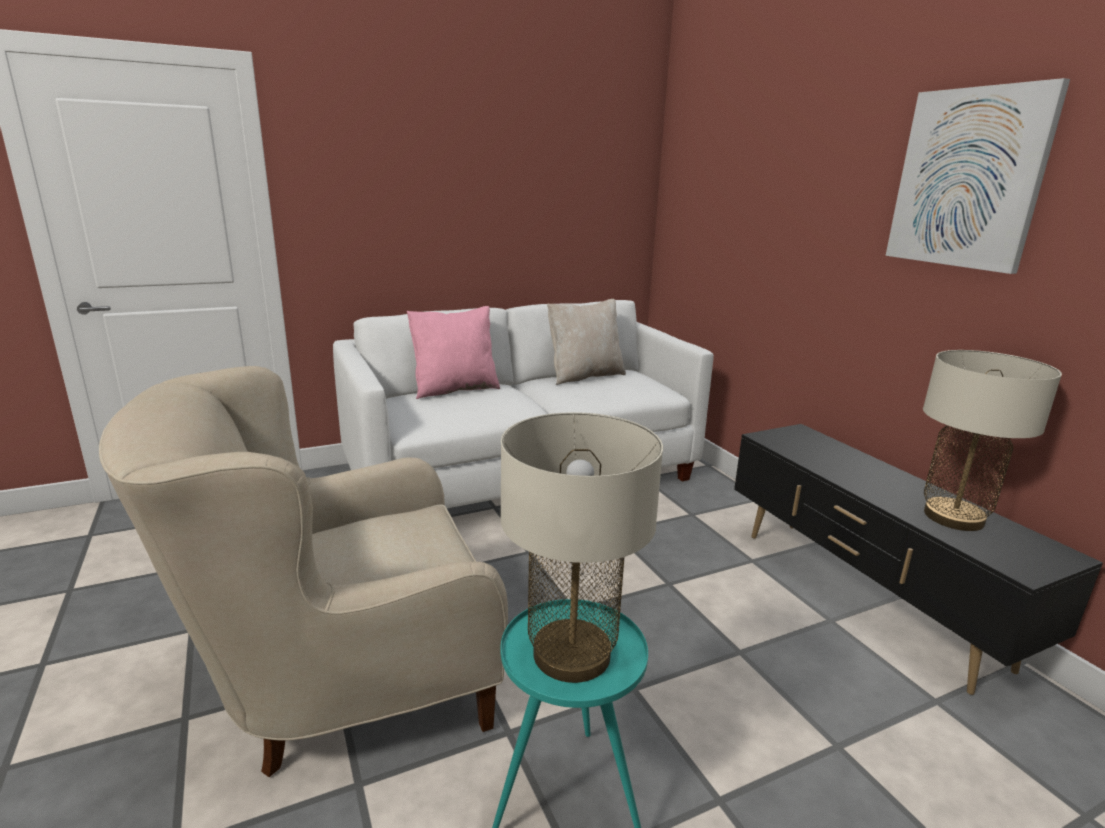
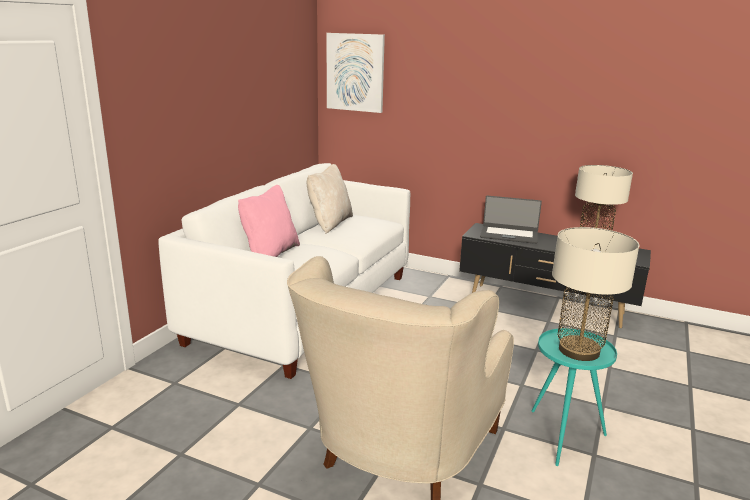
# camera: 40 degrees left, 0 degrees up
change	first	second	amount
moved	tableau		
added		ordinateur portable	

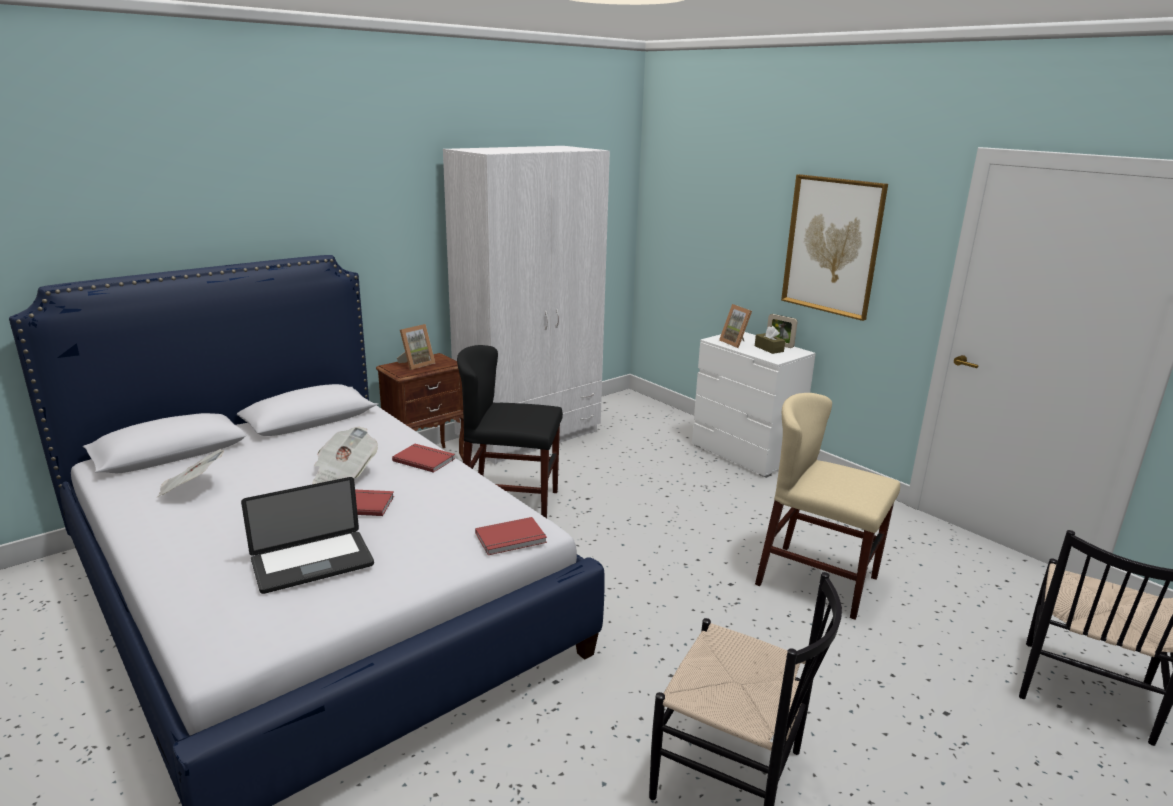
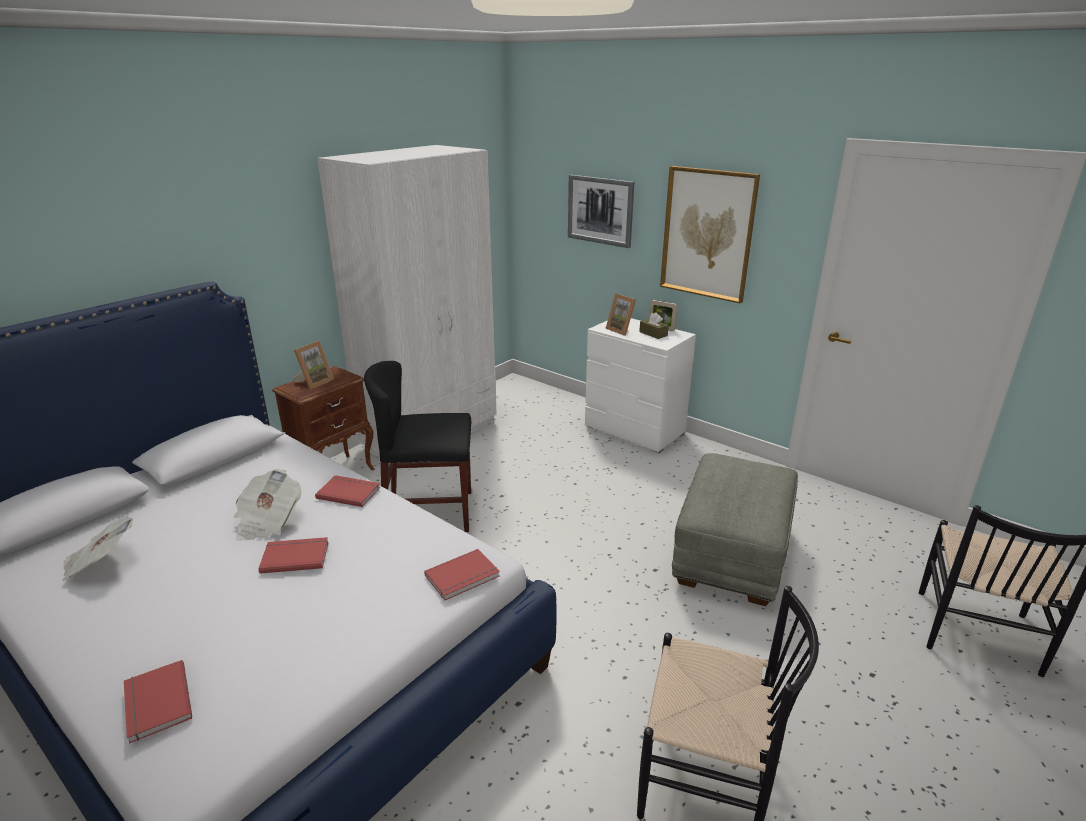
# camera: 10 degrees left, 5 degrees up
change	first	second	amount
removed	ordinateur portable		
replaced	chaise (beige)	pouf (gris)	
added		livre (rouge) (1st from left)	
added		tableau (1st from left)	

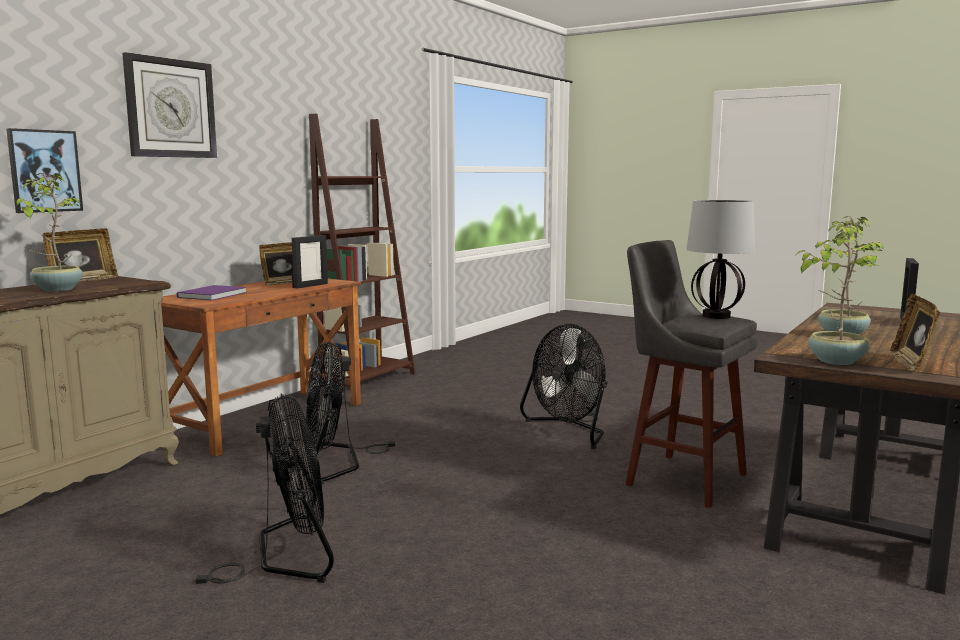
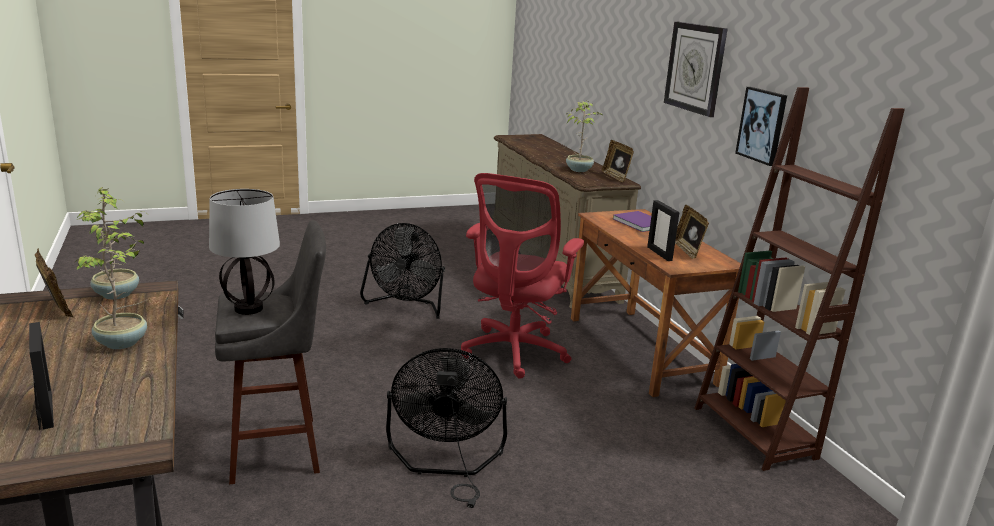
# camera: 125 degrees right, 10 degrees up
change	first	second	amount
moved	tableau		
replaced	ventilateur (noir) (2nd from left)	chaise de bureau (rouge)	

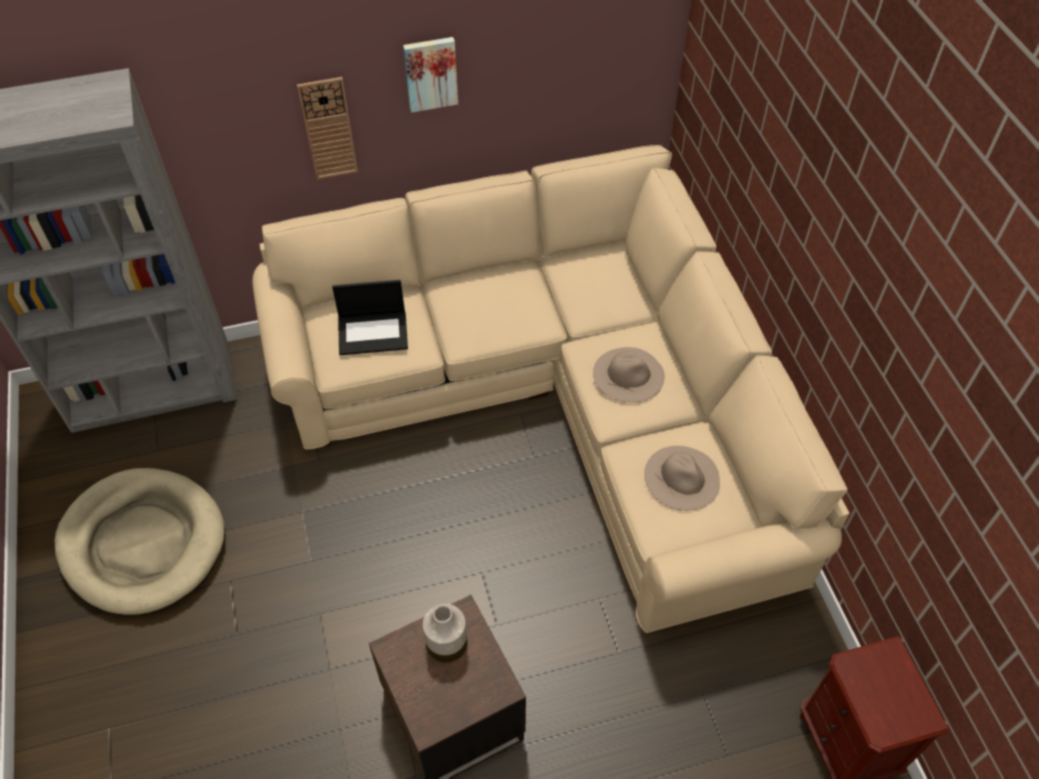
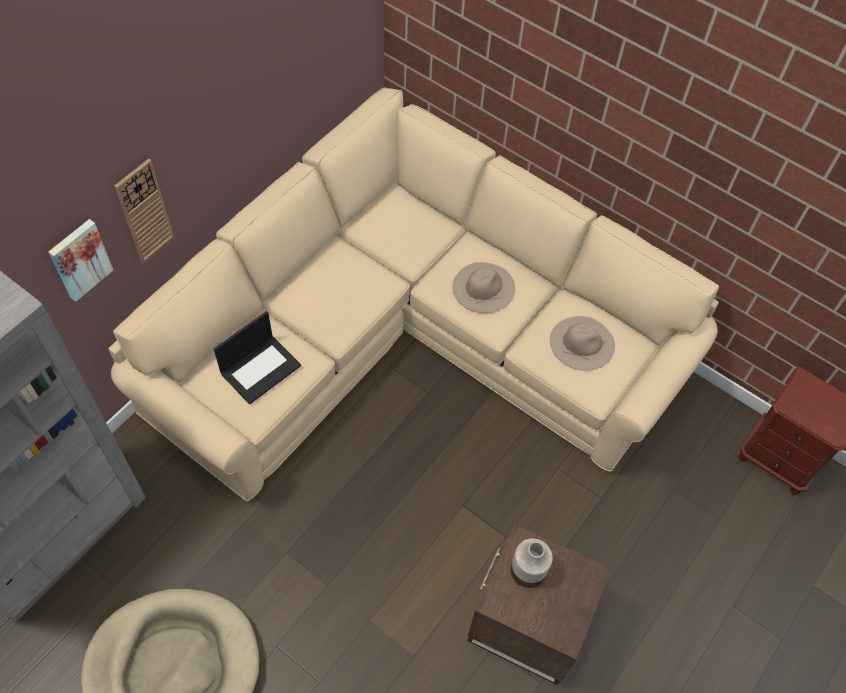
# camera: 40 degrees left, 5 degrees up
change	first	second	amount
moved	tableau		

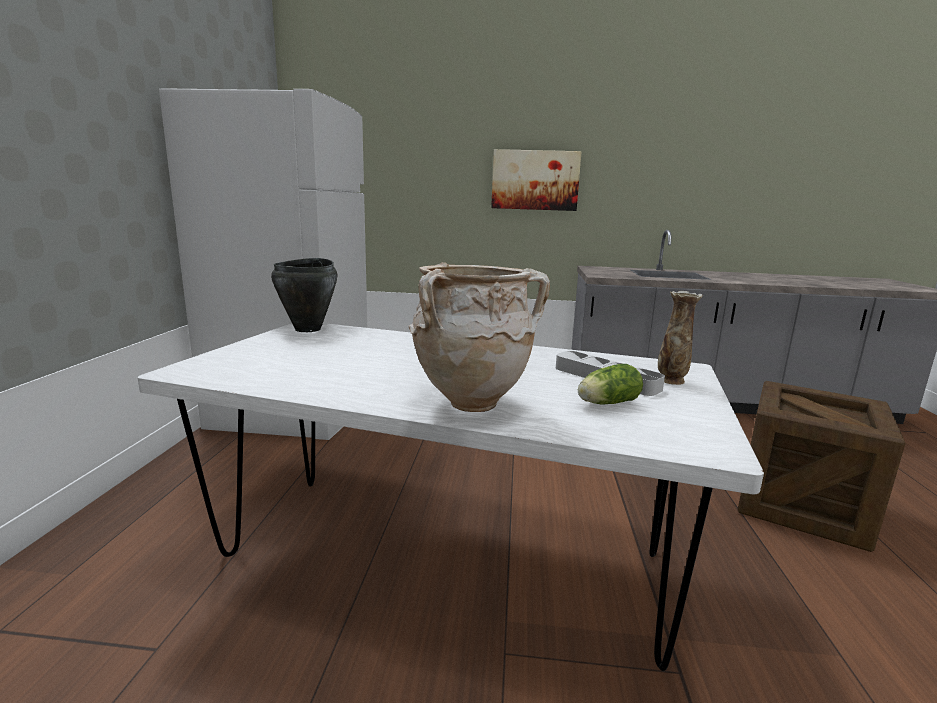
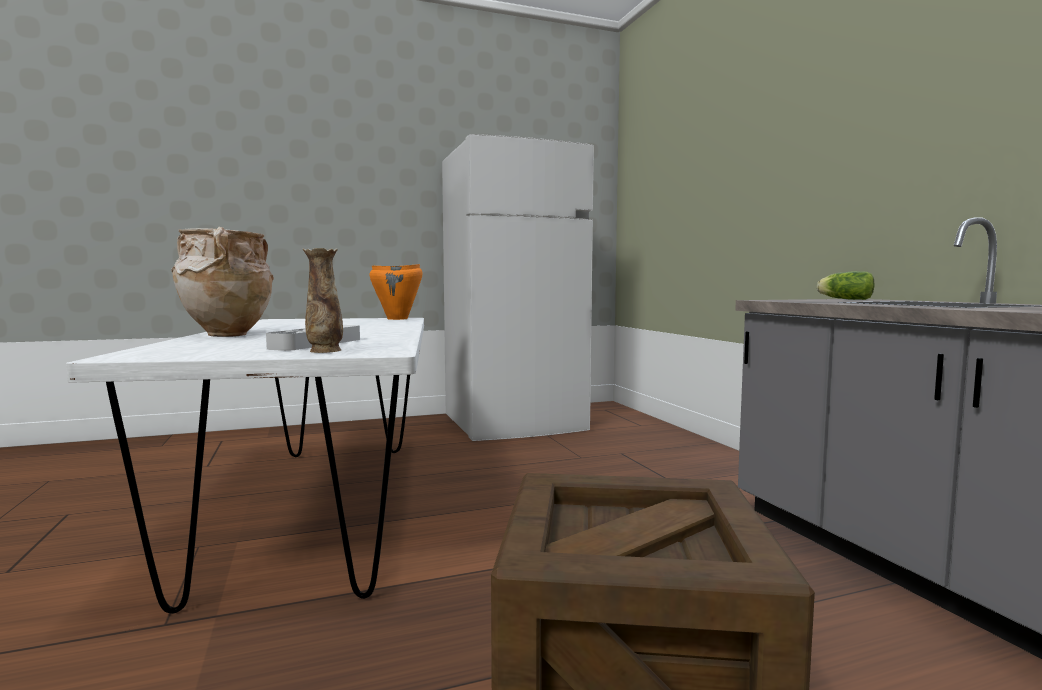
# camera: 65 degrees right, 10 degrees down
change	first	second	amount
recoloured	marmite (noir)	marmite (orange)	
removed	tableau		
moved	laitue		

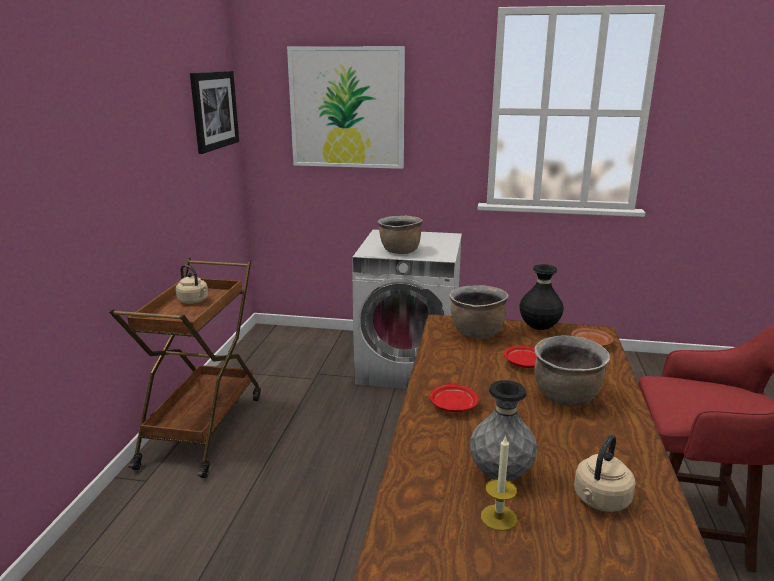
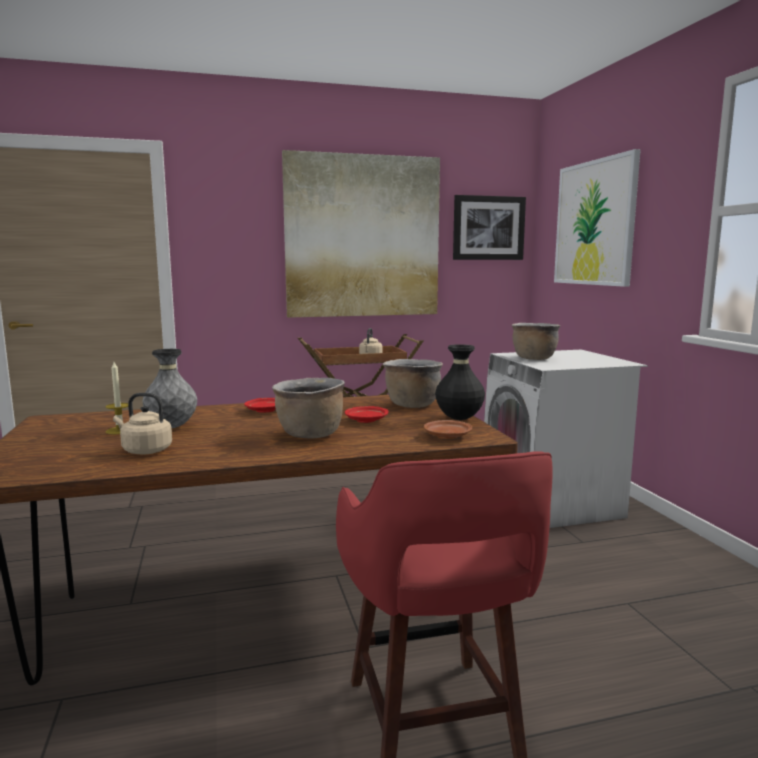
# camera: 65 degrees right, 10 degrees down
change	first	second	amount
added		tableau (1st from left)	

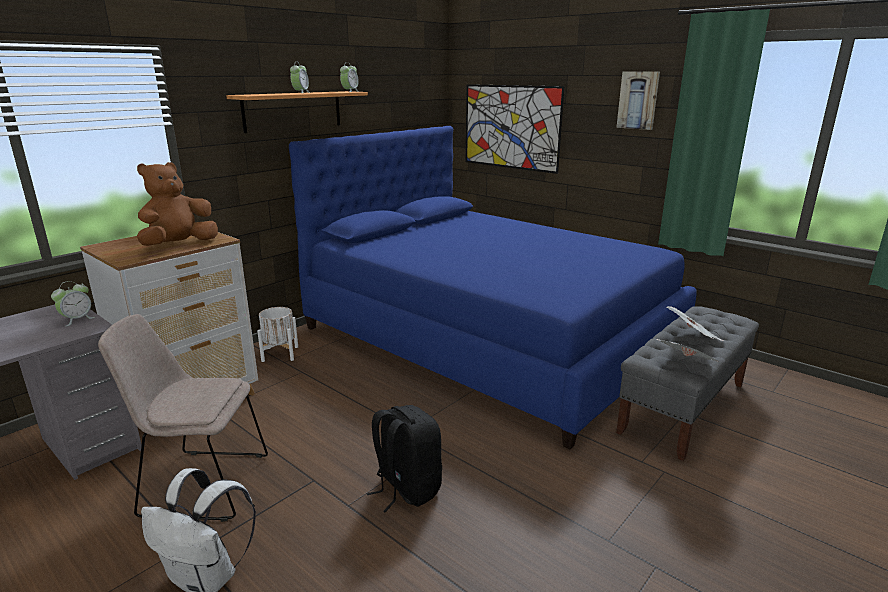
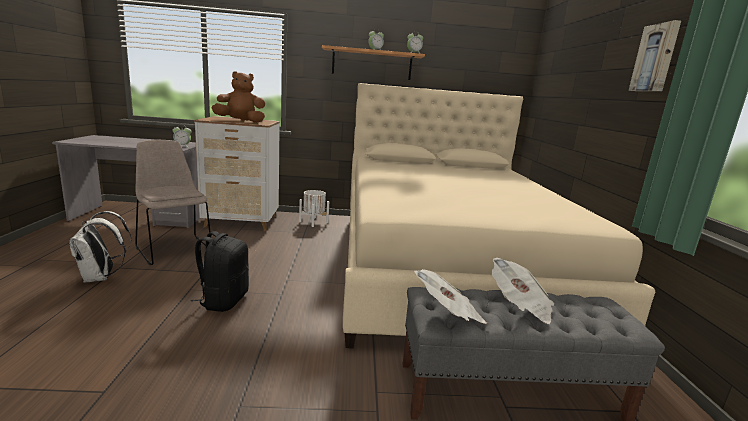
# camera: 45 degrees right, 5 degrees down
change	first	second	amount
recoloured	lit (bleu)	lit (beige)	
removed	tableau (1st from left)		

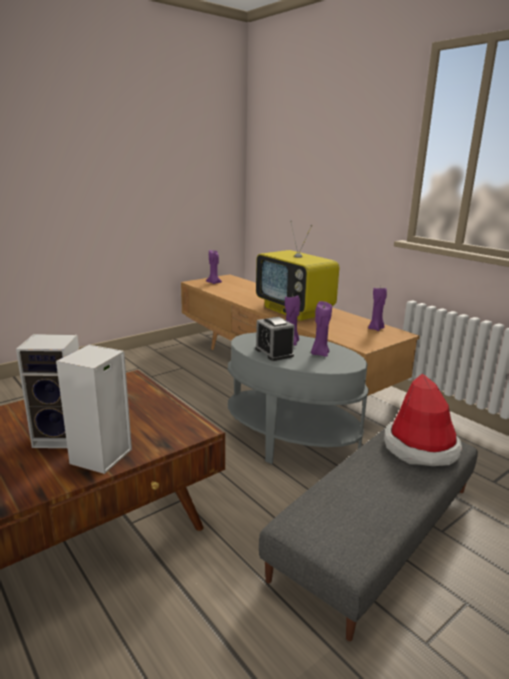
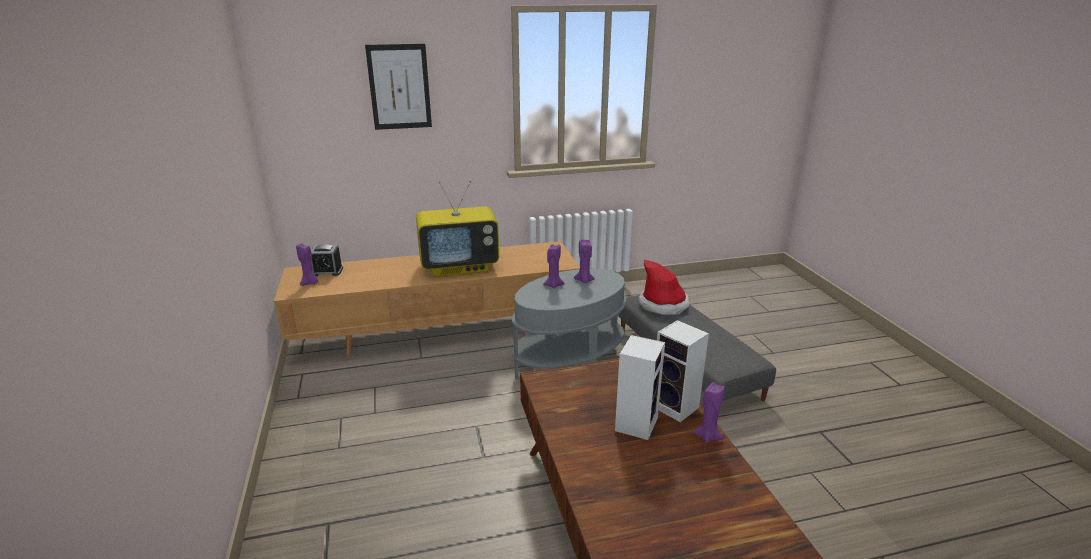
# camera: 65 degrees left, 5 degrees up
change	first	second	amount
moved	réveil		
moved	bougie (violet) (4th from left)		
added		tableau	

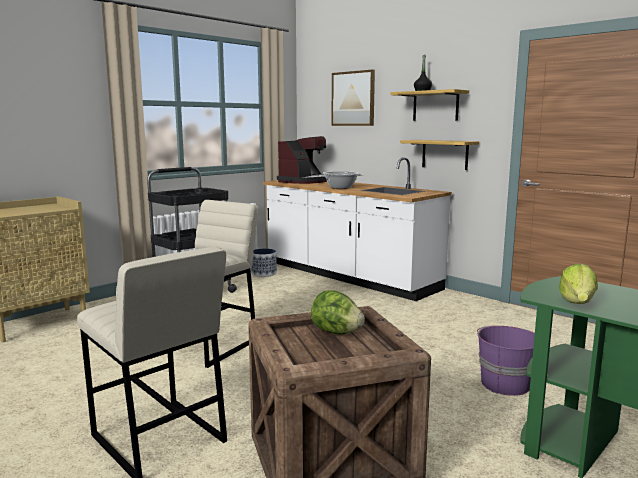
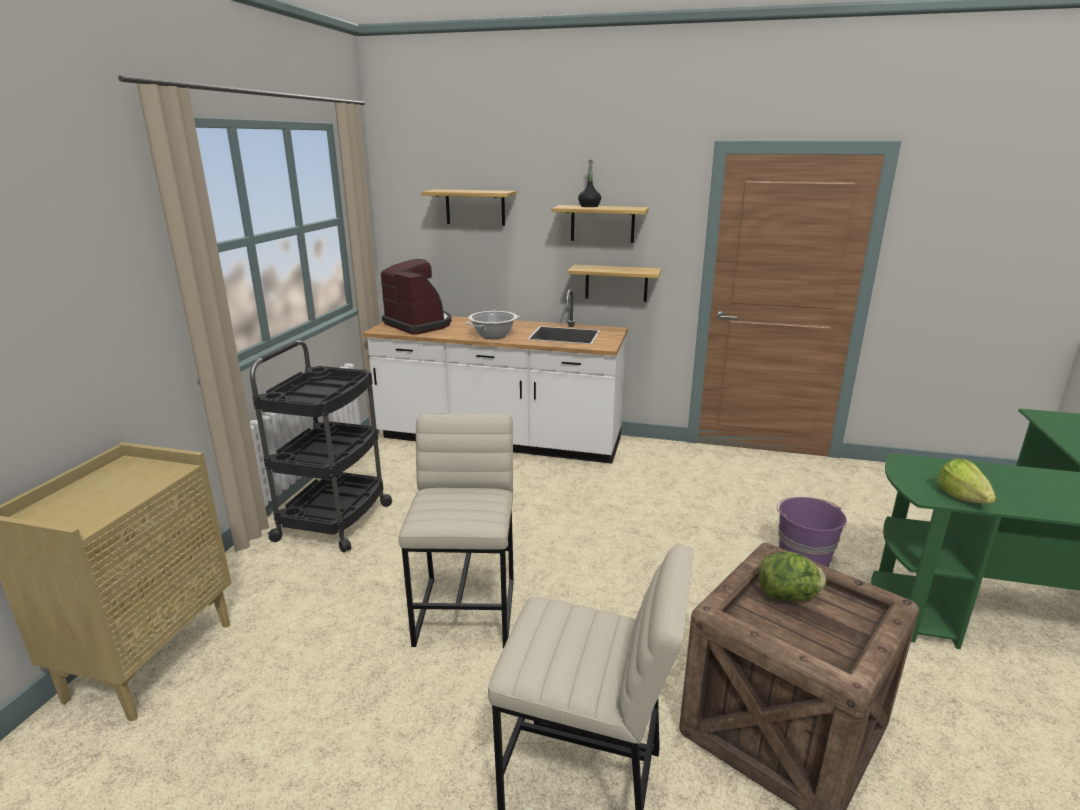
# camera: 30 degrees left, 10 degrees up
change	first	second	amount
removed	cache-pot		
turned	machine à café		45 degrees counterclockwise
replaced	tableau	étagère (1st from left)	

